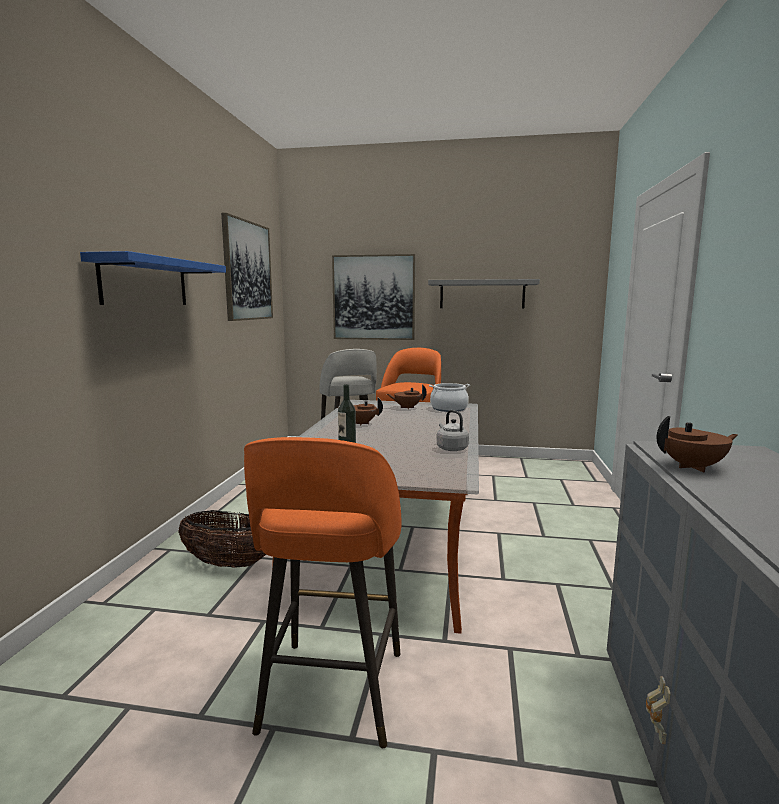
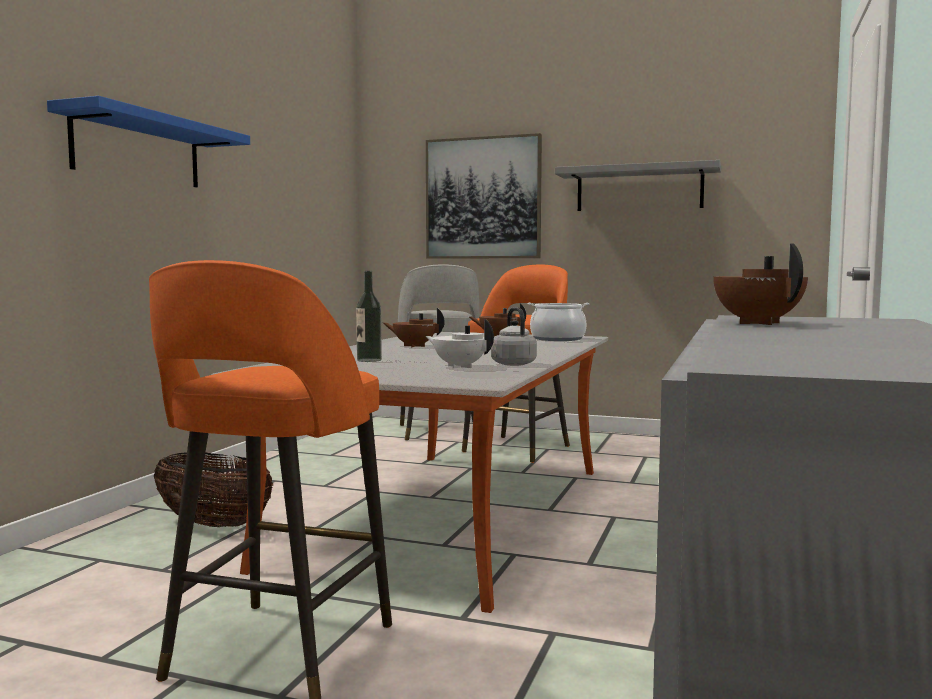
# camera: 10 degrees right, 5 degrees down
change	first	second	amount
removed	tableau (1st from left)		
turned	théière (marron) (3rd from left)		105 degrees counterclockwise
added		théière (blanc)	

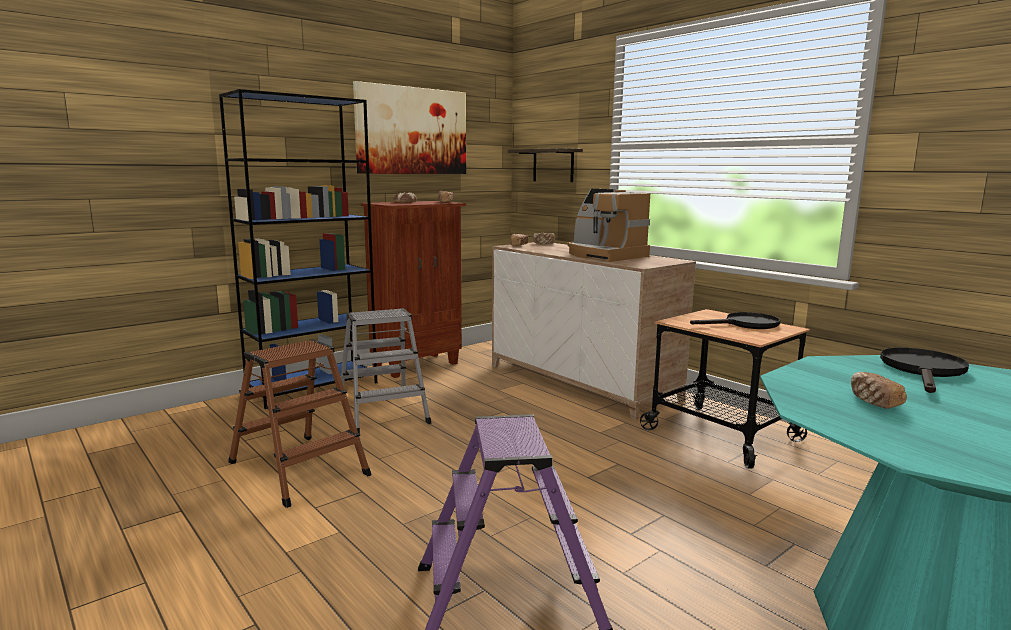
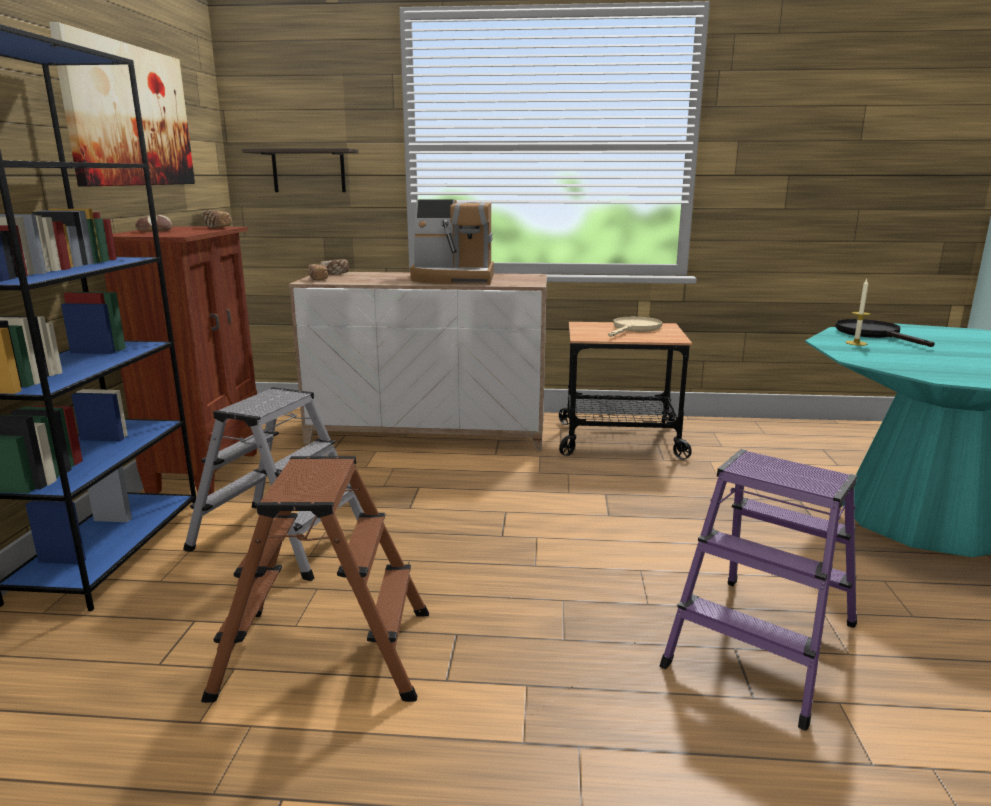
# camera: 45 degrees left, 5 degrees up
change	first	second	amount
recoloured	poêle (noir) (1st from left)	poêle (beige)	
removed	pain (5th from left)		
added		bougie	

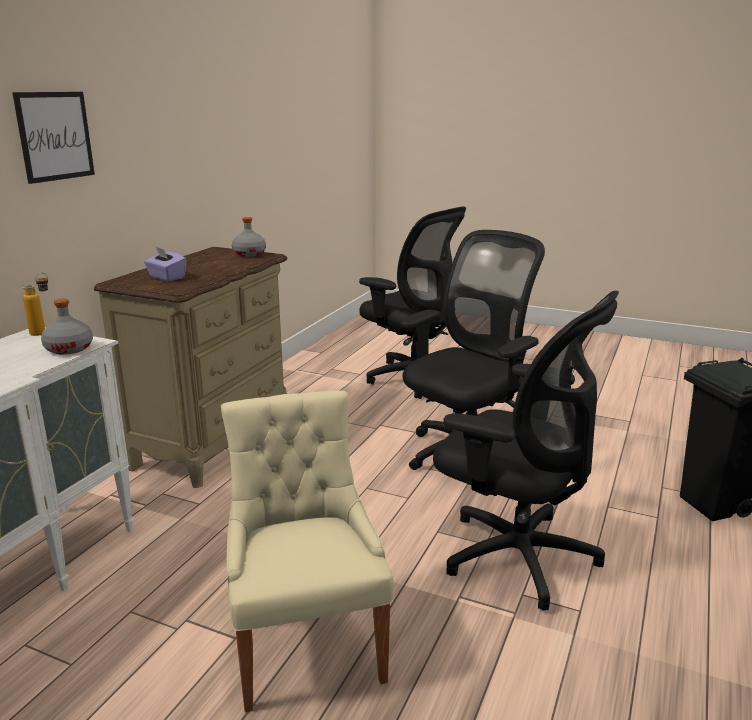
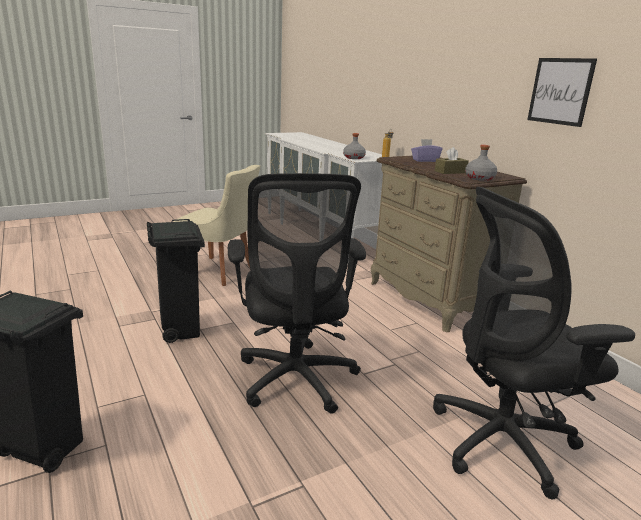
# camera: 125 degrees right, 0 degrees up
change	first	second	amount
moved	tableau		
replaced	chaise de bureau (noir) (3rd from left)	poubelle (noir) (2nd from left)	
added		boîte à mouchoirs (marron)	

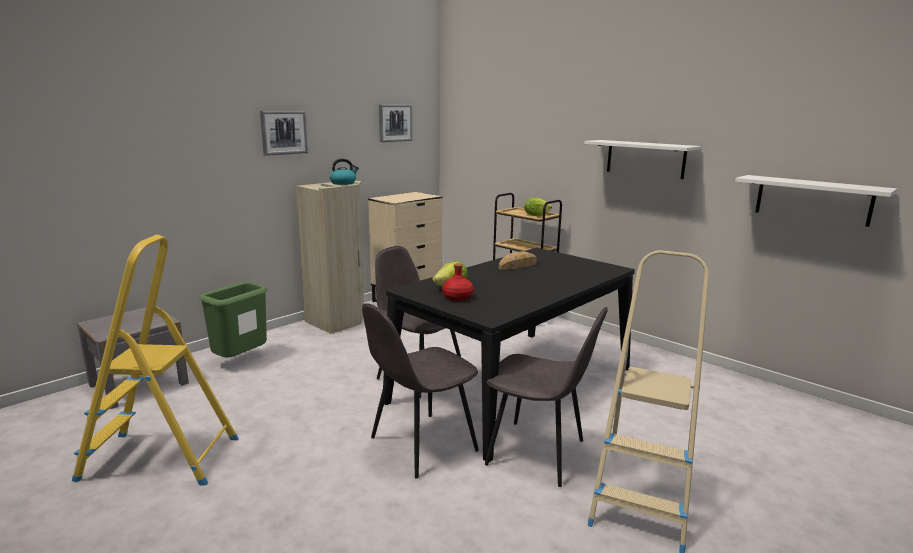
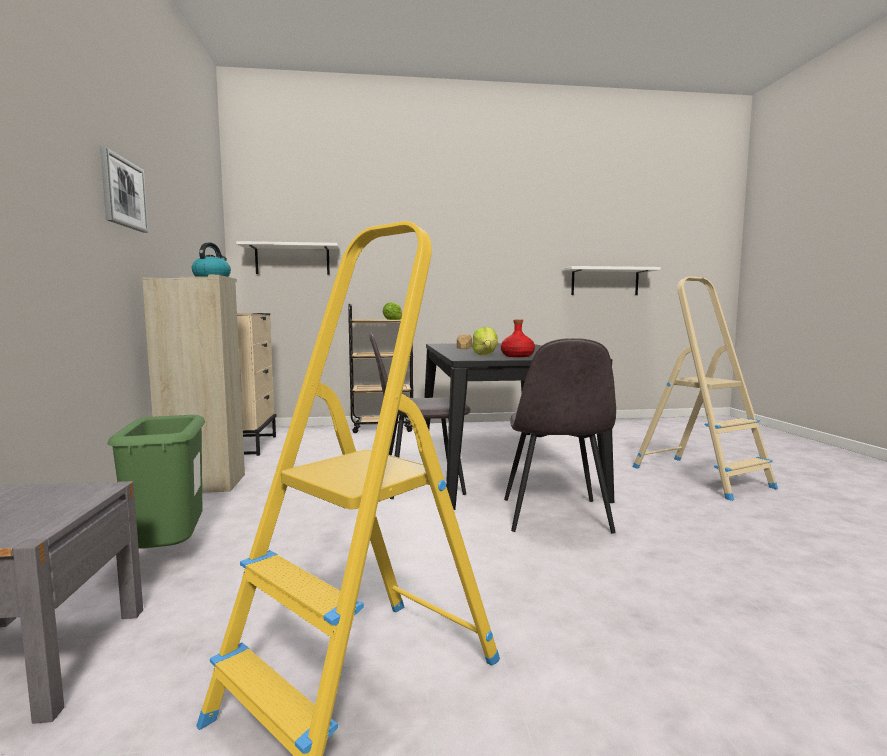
# camera: 50 degrees left, 10 degrees down
change	first	second	amount
removed	tableau (2nd from left)		
removed	chaise (gris) (3rd from left)		
moved	étagère (blanc) (1st from left)		

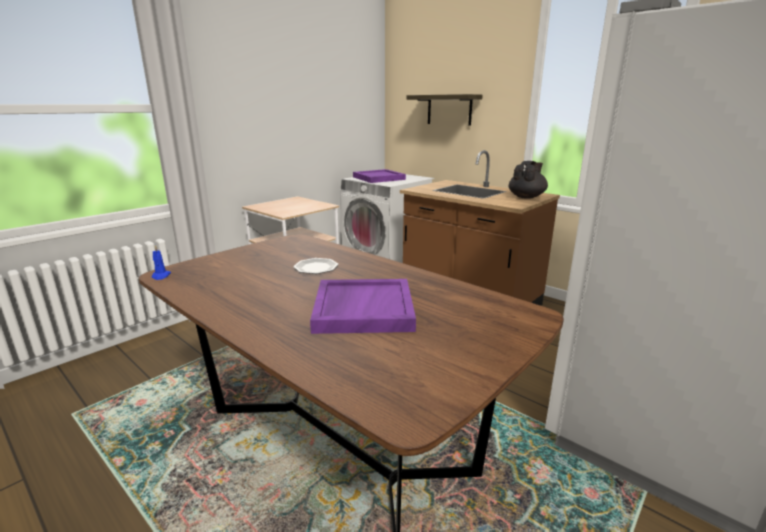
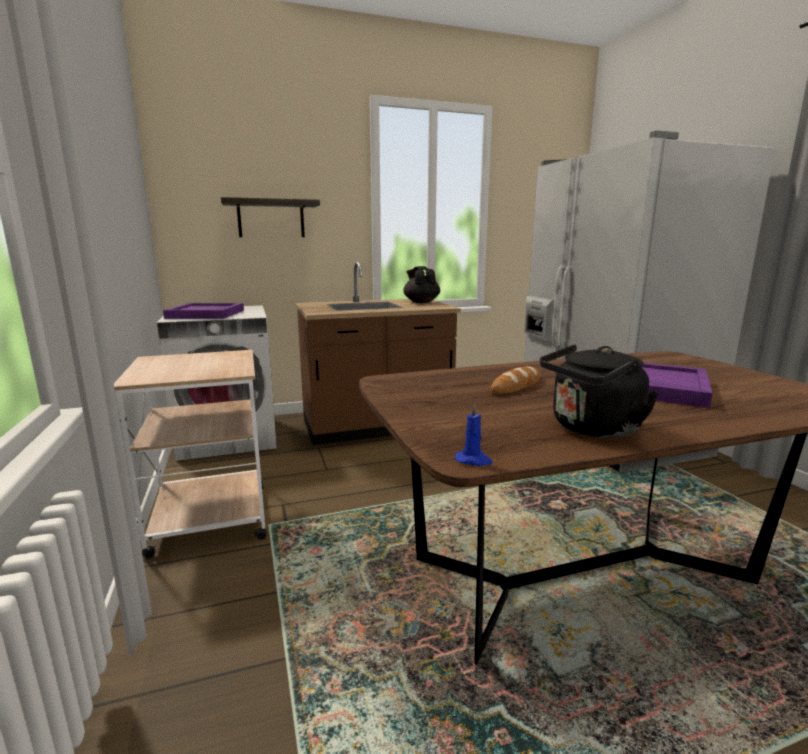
# camera: 60 degrees left, 5 degrees down
change	first	second	amount
replaced	assiette	pain	
added		bouilloire (noir)	

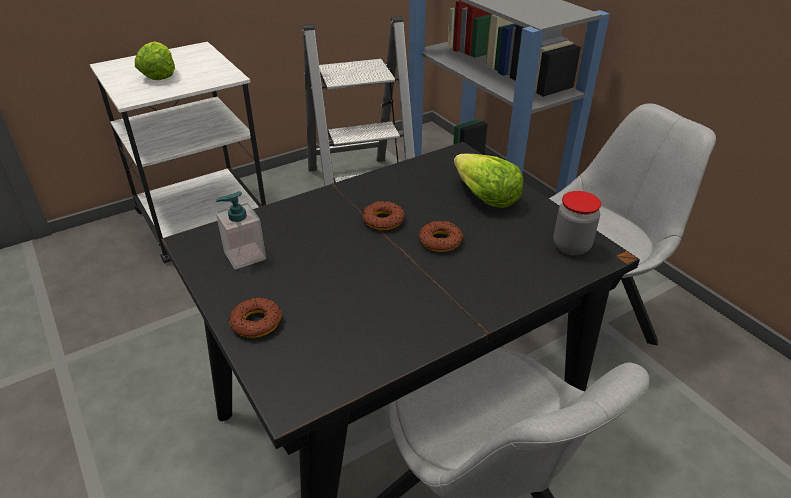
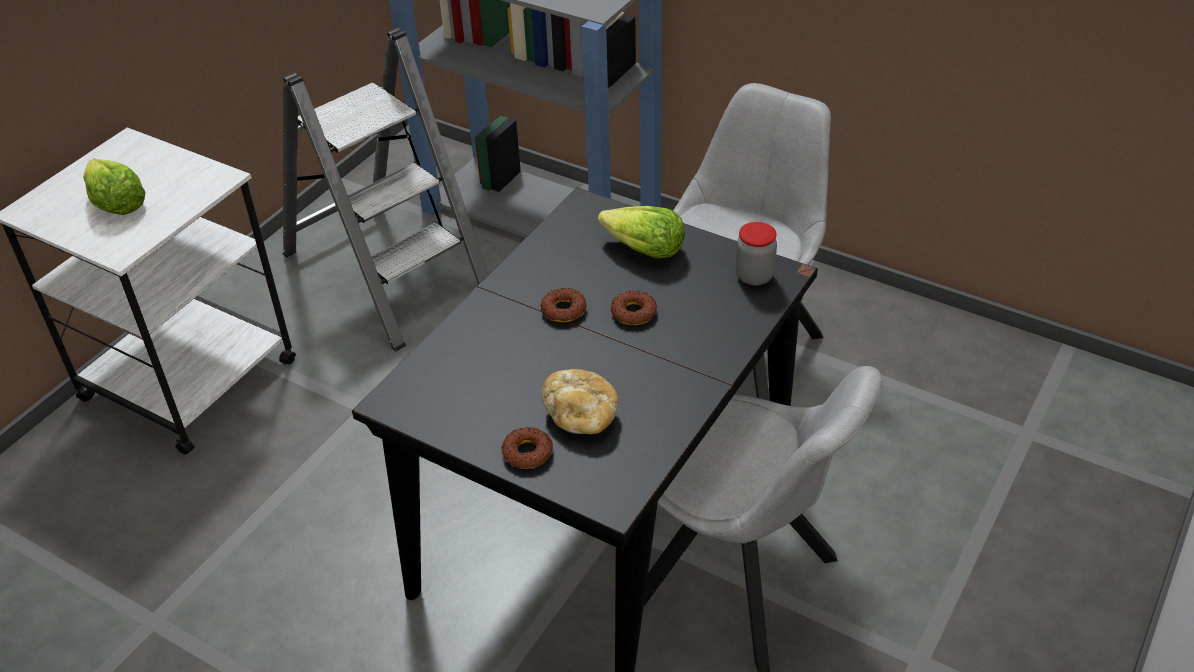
# camera: 25 degrees left, 5 degrees up
change	first	second	amount
removed	distributeur de savon		
added		pain	

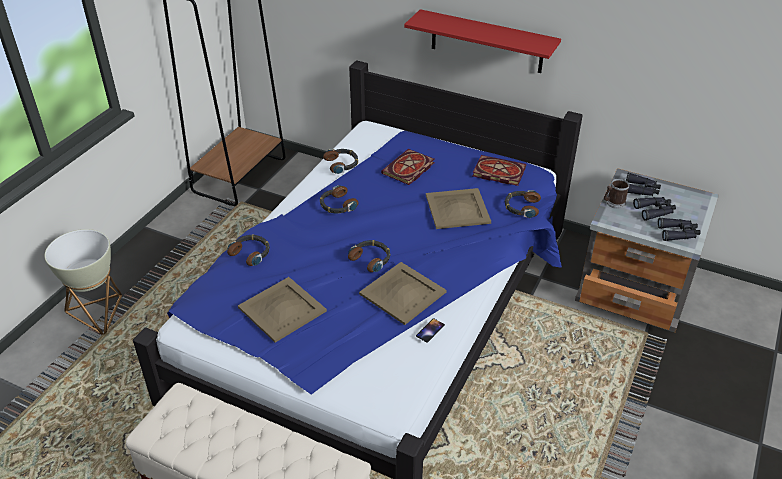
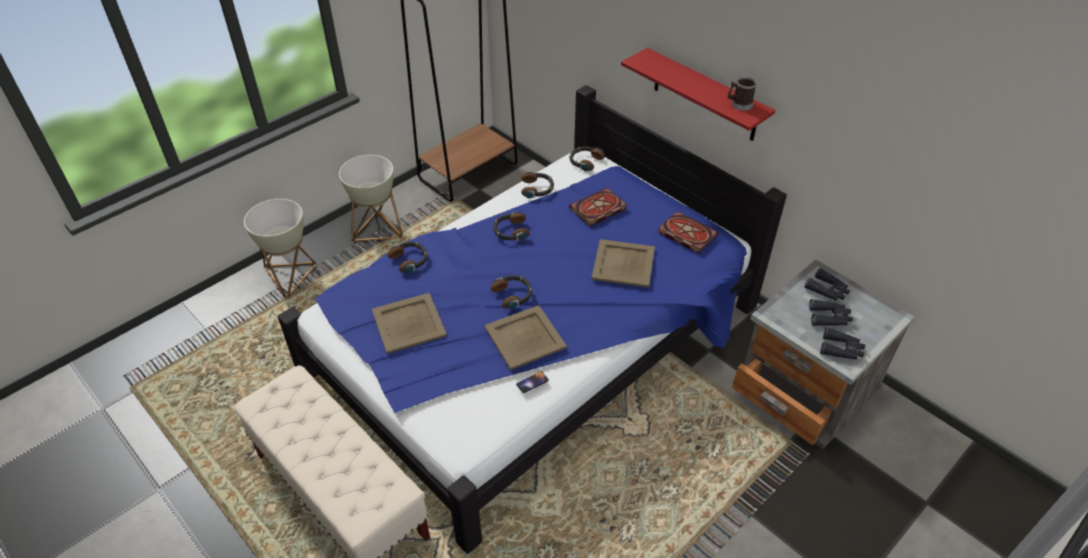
# camera: 20 degrees right, 5 degrees up
change	first	second	amount
moved	casque audio (5th from left)		
moved	mug		
added		cache-pot (2nd from left)	

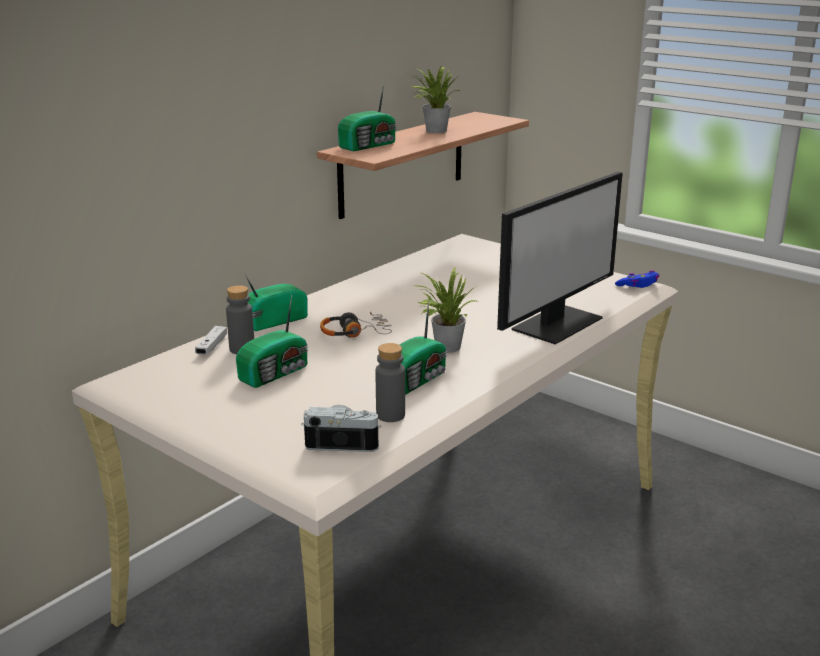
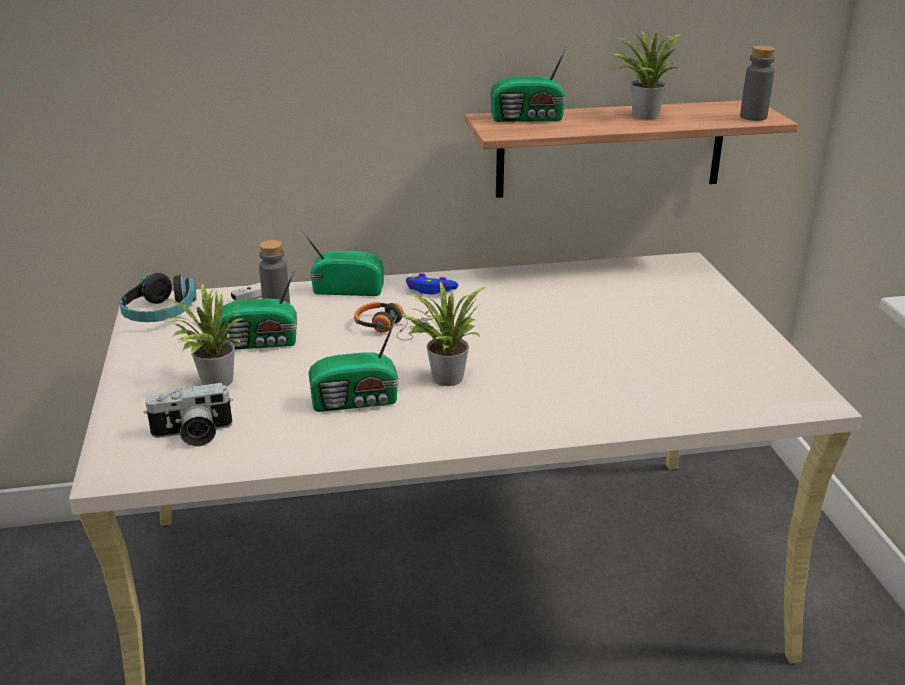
# camera: 40 degrees right, 5 degrees up
change	first	second	amount
turned	appareil photo		120 degrees clockwise
moved	bouteille (gris) (2nd from left)		
removed	écran d'ordinateur		
moved	manette (bleu)		
added		casque audio (1st from left)	
added		plante en pot (1st from left)	

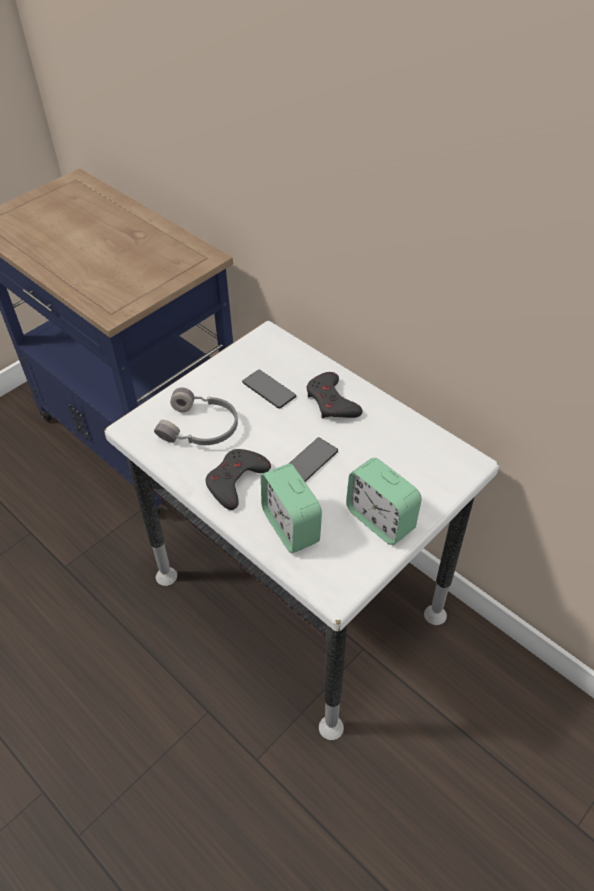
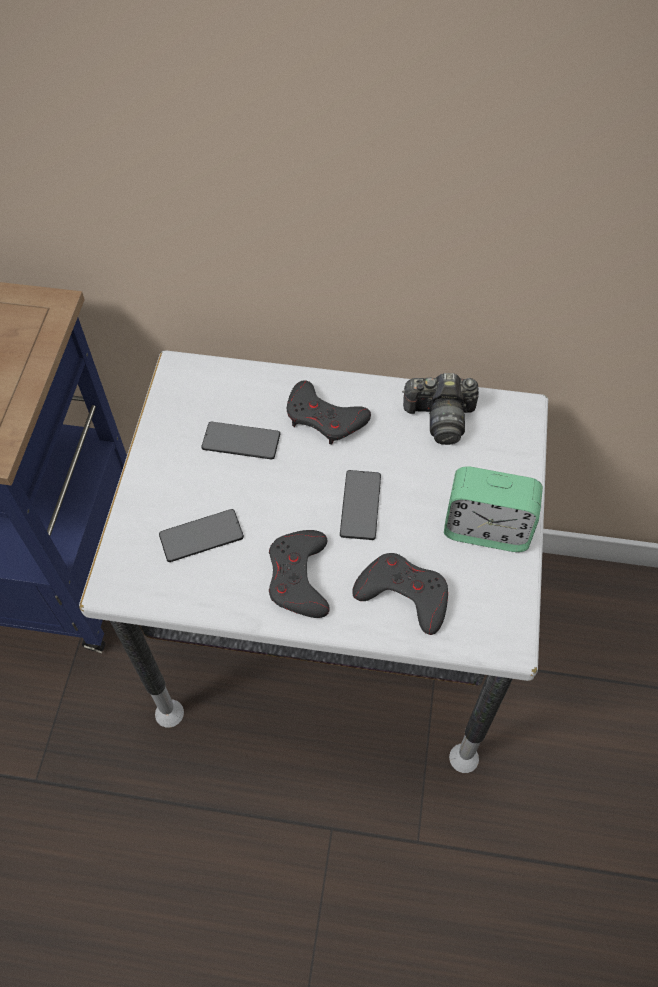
# camera: 35 degrees left, 10 degrees up
change	first	second	amount
replaced	casque audio (gris)	téléphone (1st from left)	
replaced	réveil (1st from left)	manette (gris) (3rd from left)	
added		appareil photo	

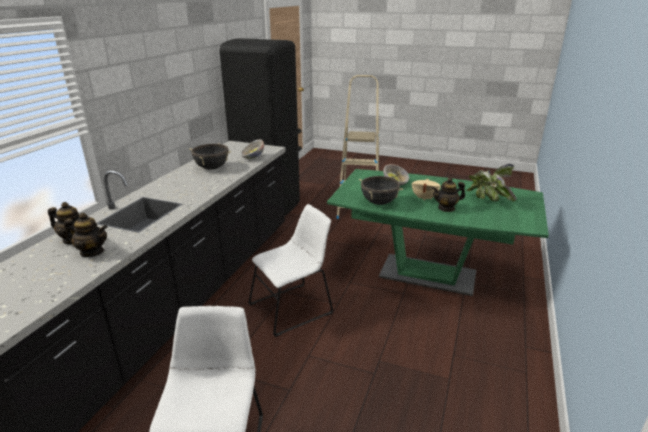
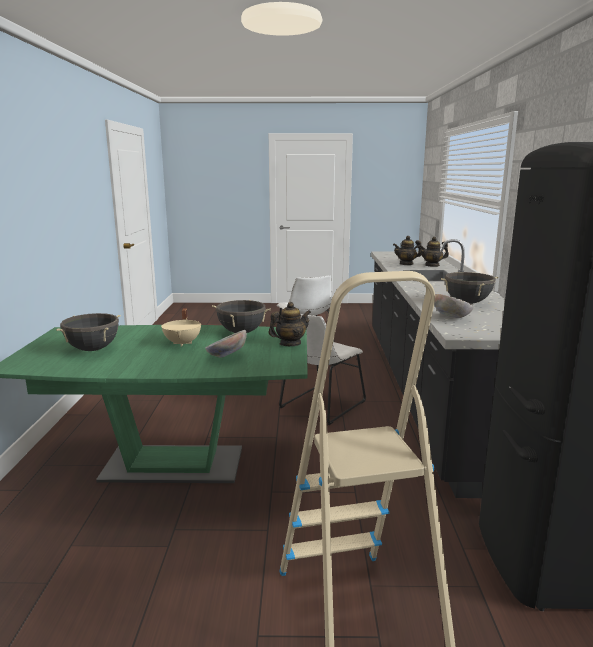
# camera: 160 degrees right, 10 degrees down
change	first	second	amount
moved	théière (3rd from left in the first image)	théière (1st from left)	
replaced	plante en pot	marmite (noir) (1st from left)	

